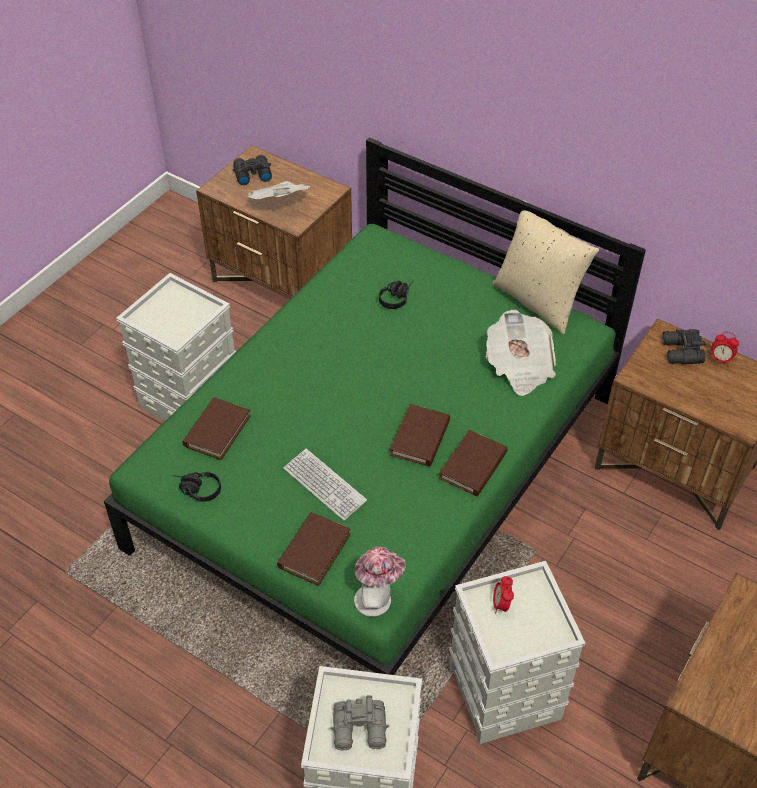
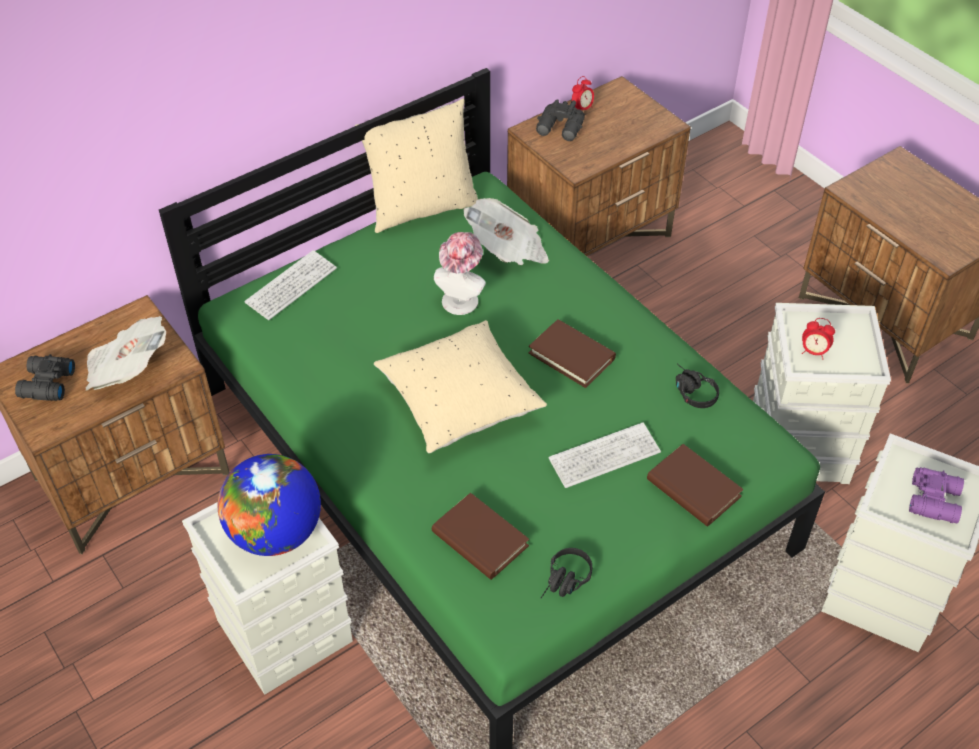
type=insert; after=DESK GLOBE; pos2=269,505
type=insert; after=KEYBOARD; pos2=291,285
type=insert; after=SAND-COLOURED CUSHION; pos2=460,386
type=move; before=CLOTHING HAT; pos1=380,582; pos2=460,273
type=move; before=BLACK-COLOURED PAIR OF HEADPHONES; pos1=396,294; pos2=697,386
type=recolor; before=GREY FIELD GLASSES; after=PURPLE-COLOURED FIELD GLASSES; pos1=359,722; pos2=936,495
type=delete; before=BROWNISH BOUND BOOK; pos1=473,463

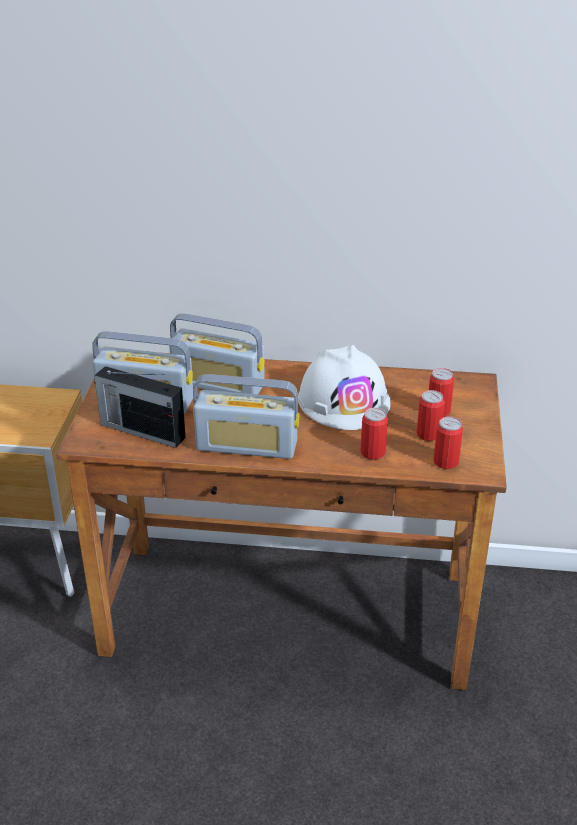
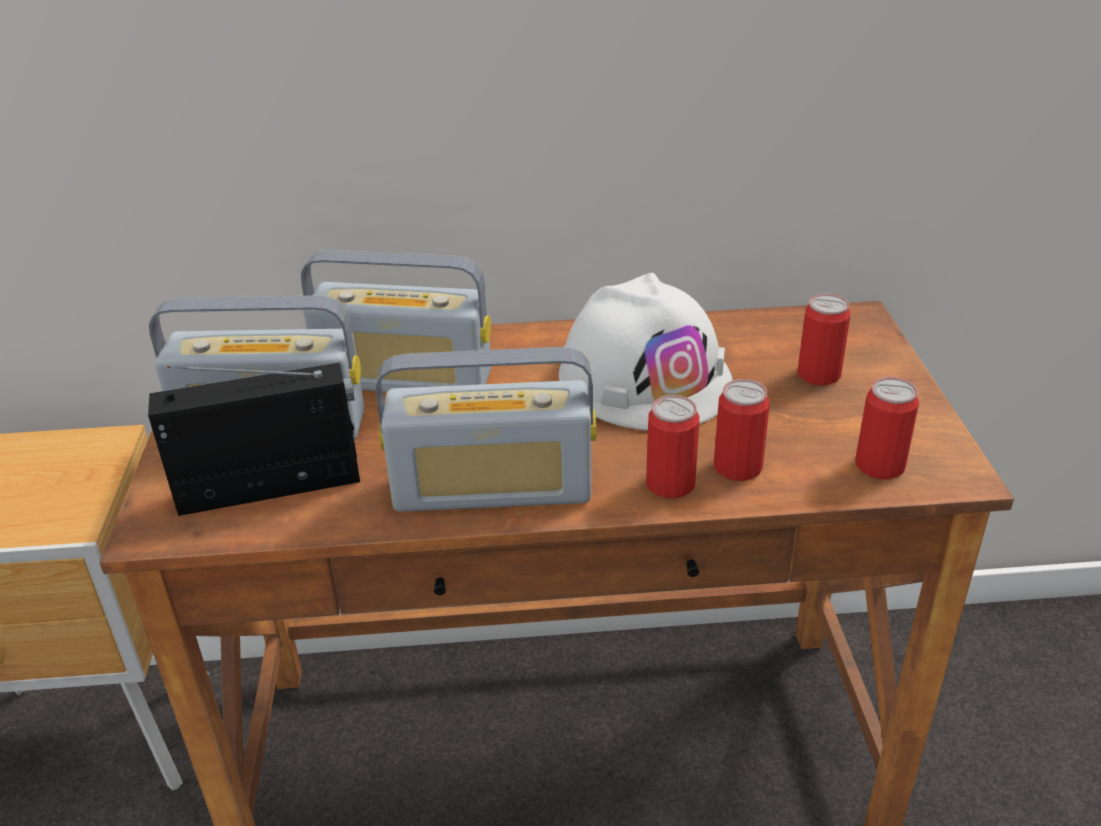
type=rotate; before=RADIO; pos1=140,407; pos2=254,439; turn=150
type=move; before=METAL CAN; pos1=430,415; pos2=673,447

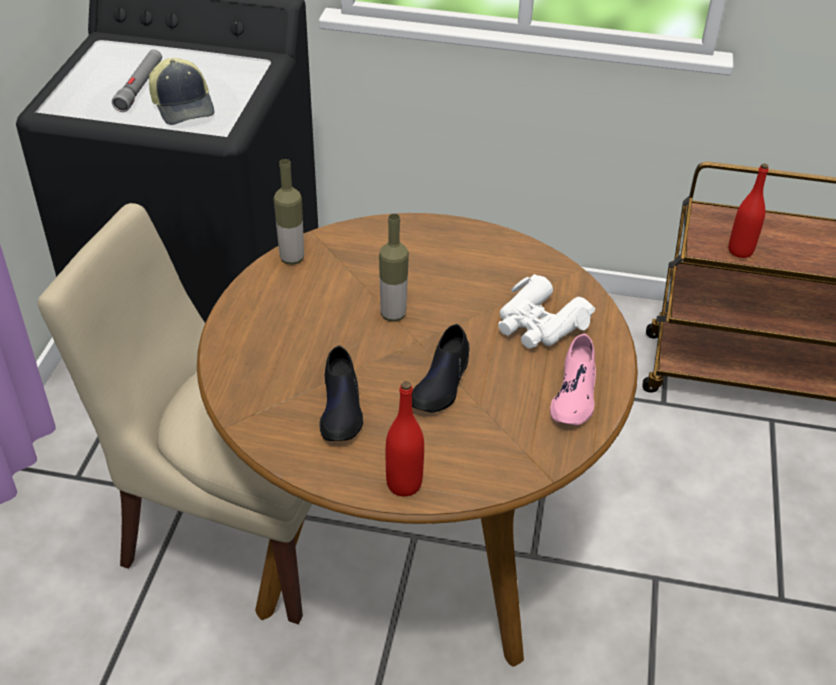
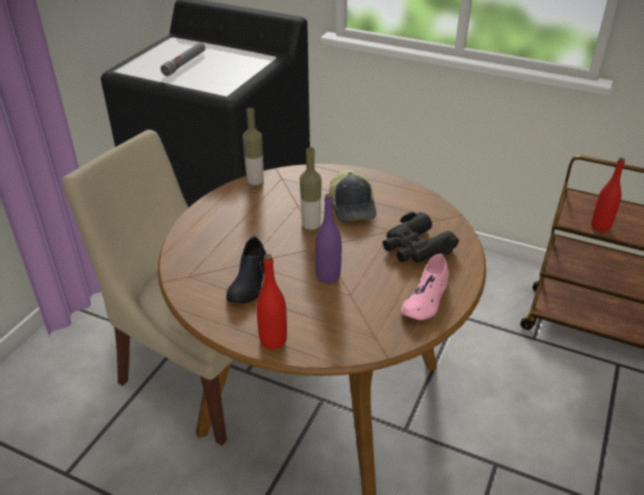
type=replace; before=BLACK-COLOURED ITEM OF FOOTWEAR; after=PURPLE-COLOURED DRINK BOTTLE; pos1=440,368; pos2=328,238
type=move; before=CAP; pos1=181,91; pos2=352,196
type=recolor; before=WHITE FIELD GLASSES; after=BLACK-COLOURED FIELD GLASSES; pos1=546,311; pos2=420,237

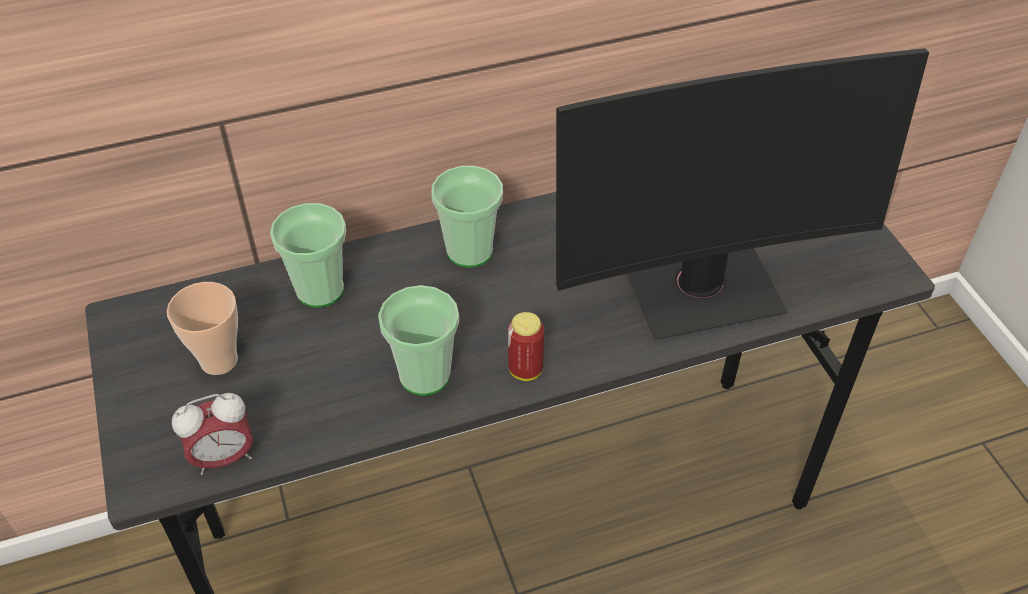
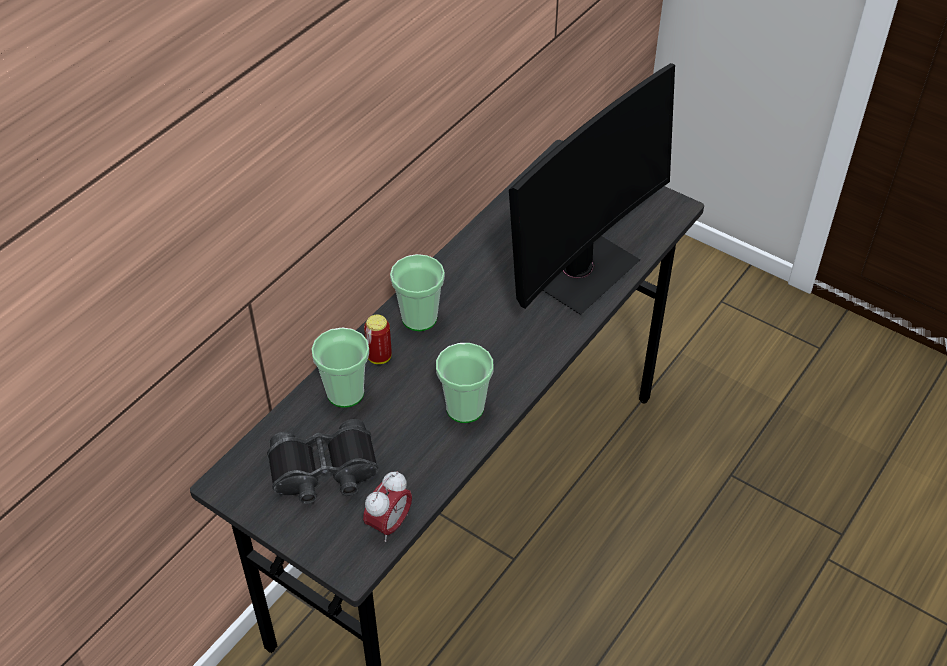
type=replace; before=CUP; after=BLACK-COLOURED FIELD GLASSES; pos1=202,328; pos2=323,461
type=move; before=METAL CAN; pos1=526,346; pos2=378,339

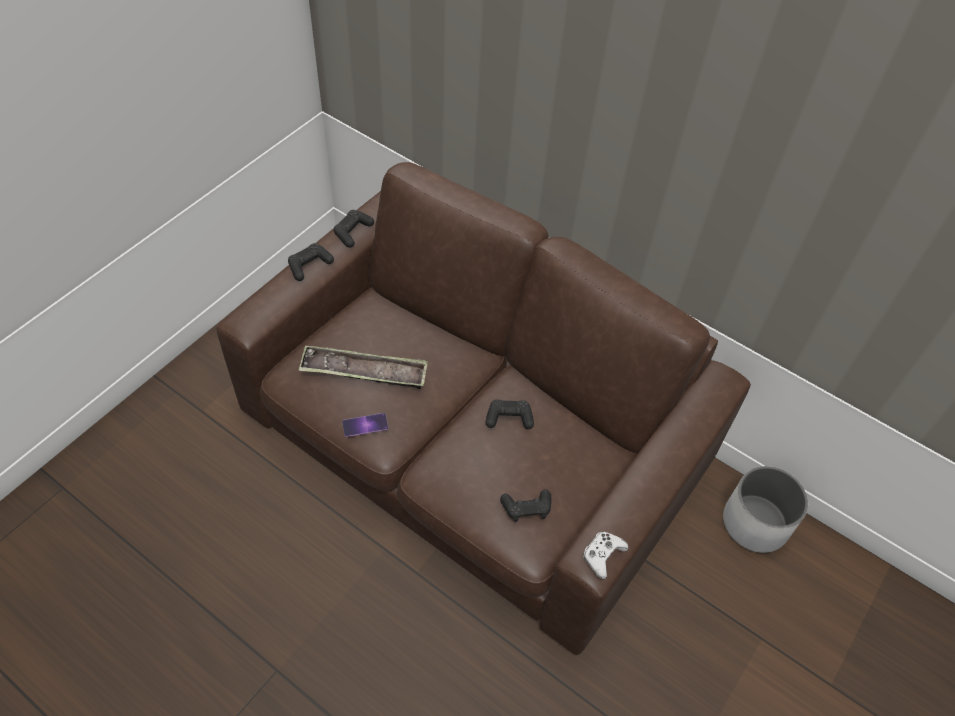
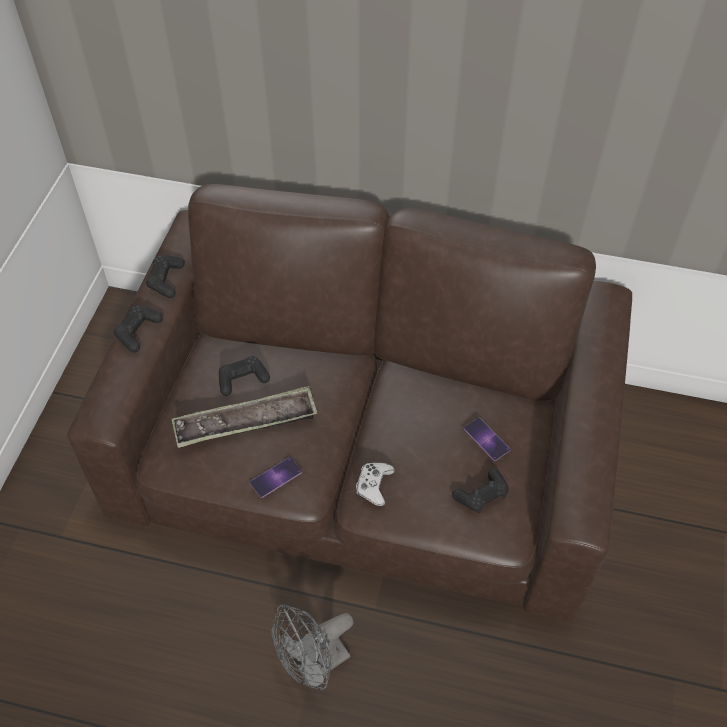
type=move; before=BLACK-COLOURED GAMEPAD; pos1=510,414; pos2=244,376
type=insert; after=GREY COOLING FAN; pos2=313,647
type=move; before=WHITE GAMEPAD; pos1=605,555; pos2=375,484
type=insert; after=PHONE; pos2=487,439
type=delete; before=WHITE PLANT POT; pos1=765,509

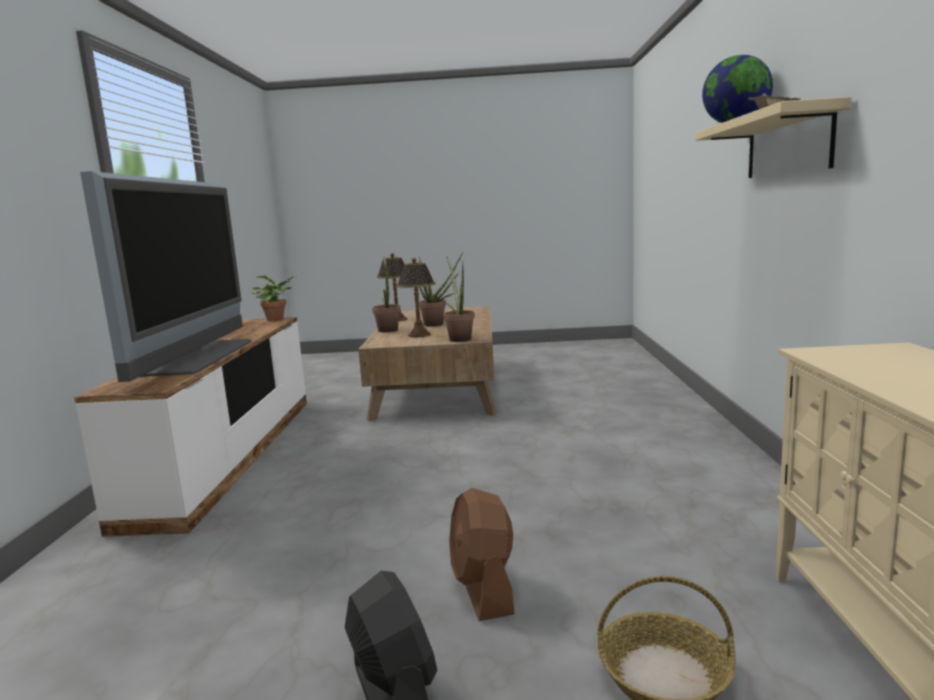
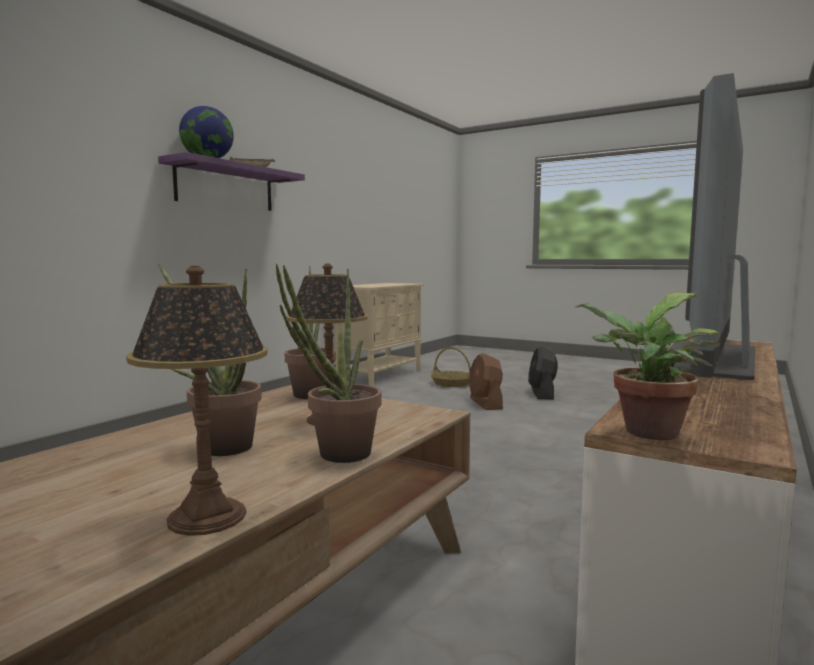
type=recolor; before=SAND-COLOURED BRACKET SHELF; after=PURPLE-COLOURED BRACKET SHELF; pos1=773,137; pos2=231,181
type=rotate; before=BROWNISH COOLING FAN; pos1=482,554; pos2=486,381; turn=150

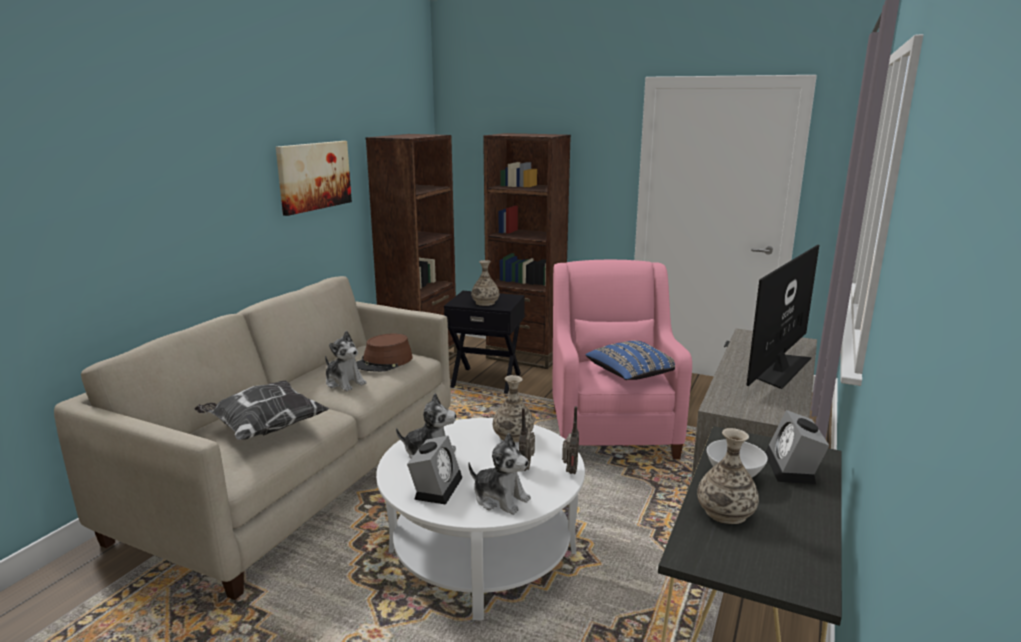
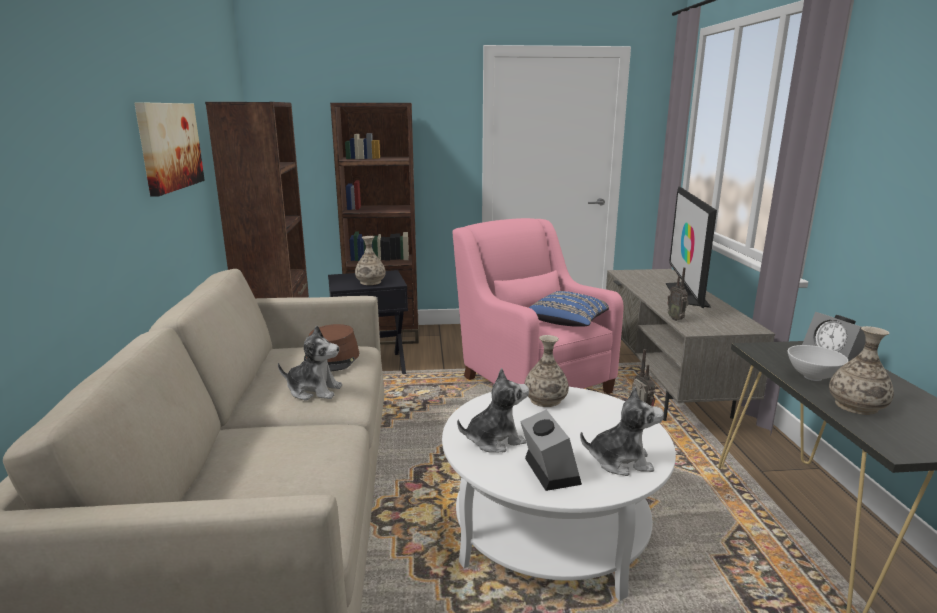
type=move; before=RADIO; pos1=527,439; pos2=678,294
type=delete; before=CUSHION; pos1=262,410

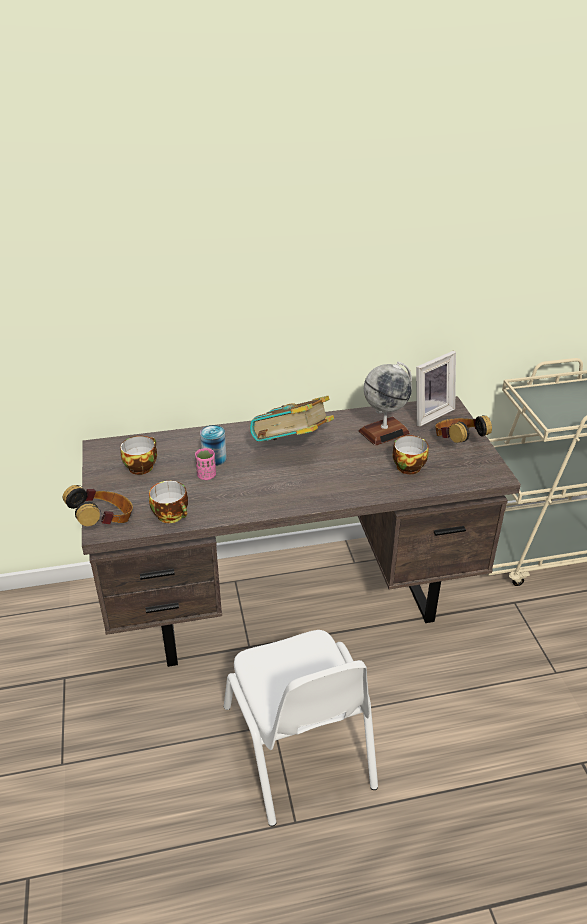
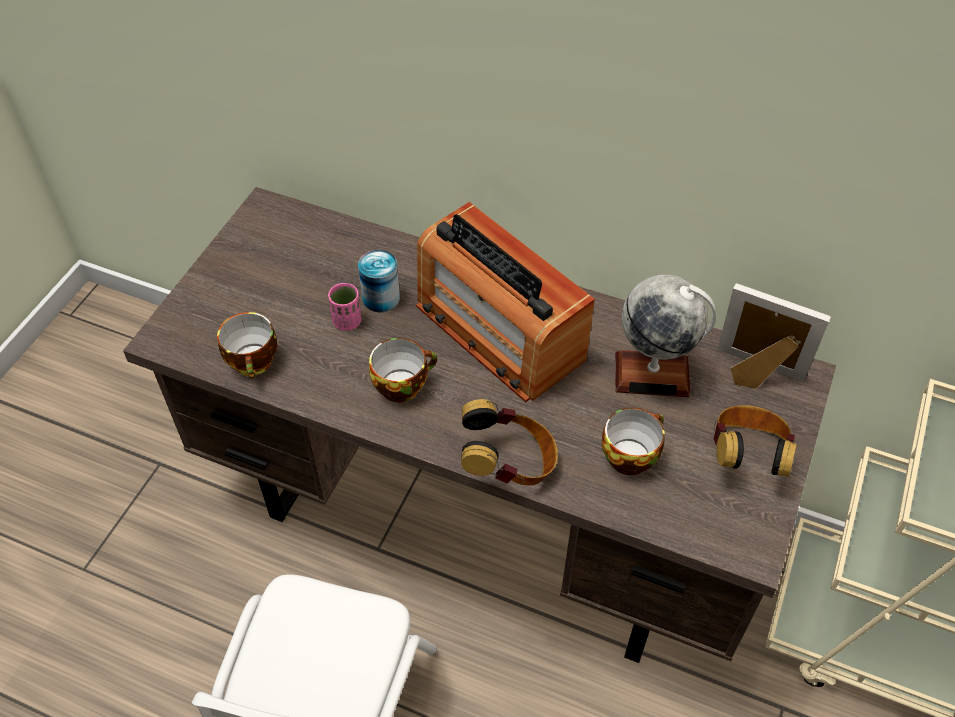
type=move; before=CUP; pos1=138,455; pos2=403,370
type=replace; before=BOUND BOOK; after=RADIO; pos1=292,419; pos2=505,302
type=move; before=PAIR OF HEADPHONES; pos1=98,506; pos2=509,442
type=rotate; before=PHOTO FRAME; pos1=436,389; pos2=774,336; turn=-150

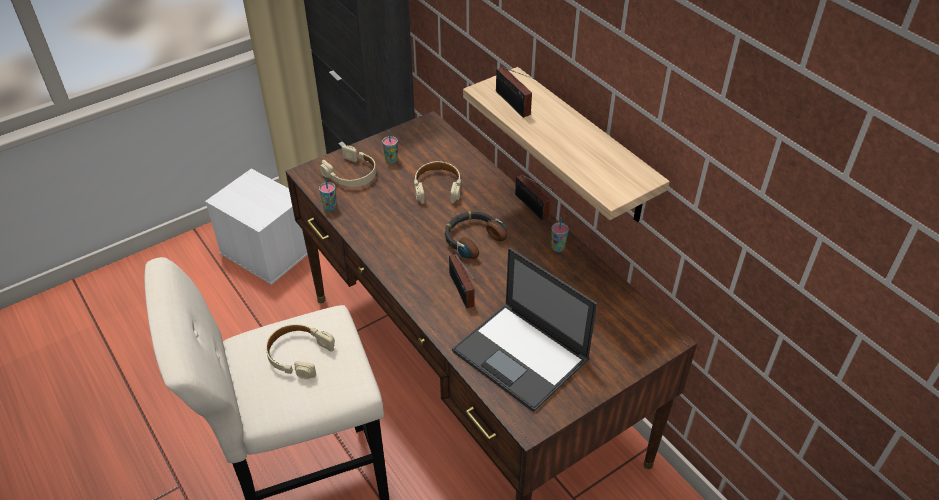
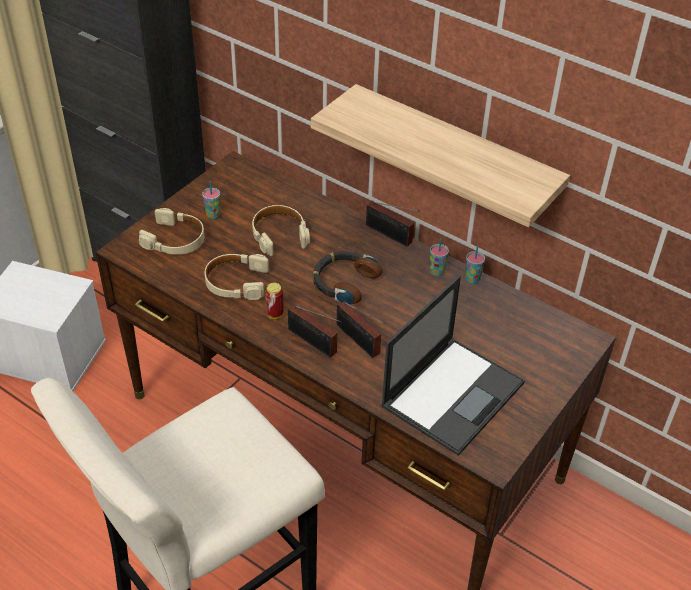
type=move; before=SAND-COLOURED PAIR OF HEADPHONES; pos1=300,351; pos2=237,277
type=insert; after=METAL CAN; pos2=274,301
type=move; before=RADIO; pos1=515,92; pos2=315,331
type=rotate; before=PORTABLE COMPUTER; pos1=524,330; pos2=453,366; turn=-75
type=move; before=CUP; pos1=328,194; pos2=475,265

